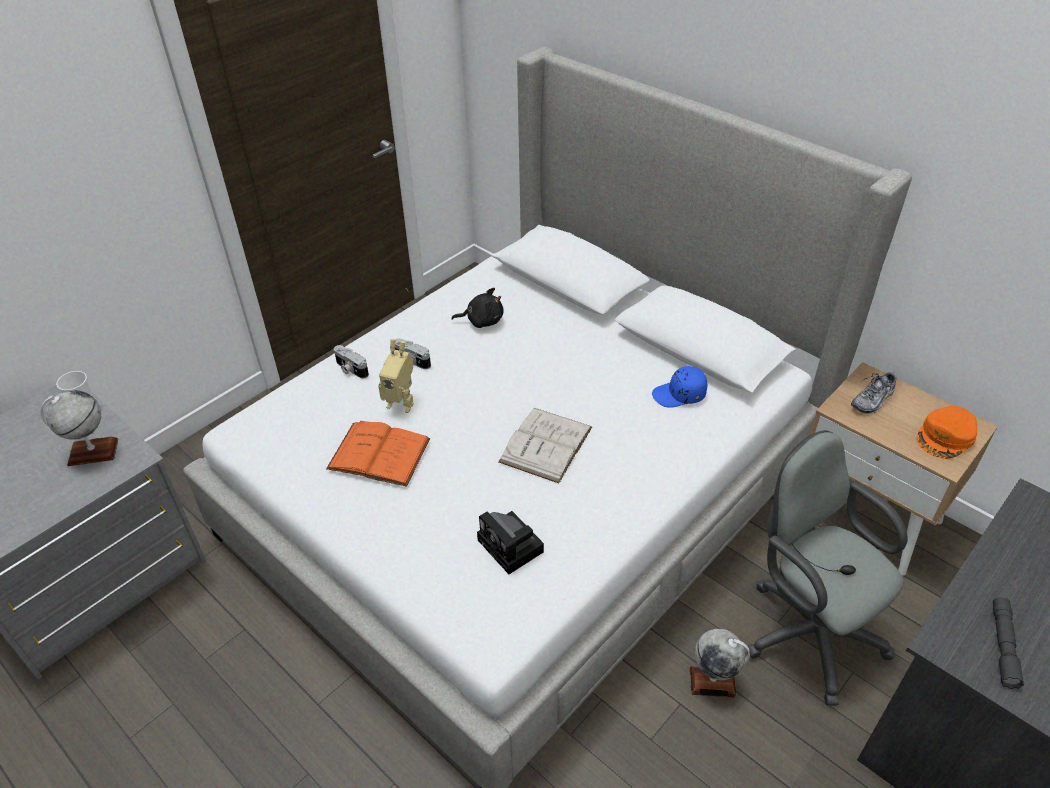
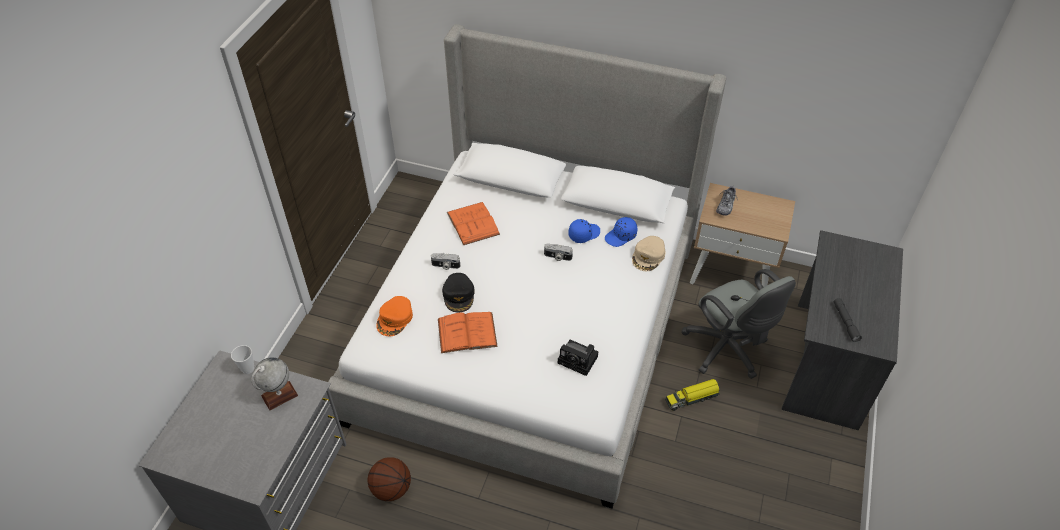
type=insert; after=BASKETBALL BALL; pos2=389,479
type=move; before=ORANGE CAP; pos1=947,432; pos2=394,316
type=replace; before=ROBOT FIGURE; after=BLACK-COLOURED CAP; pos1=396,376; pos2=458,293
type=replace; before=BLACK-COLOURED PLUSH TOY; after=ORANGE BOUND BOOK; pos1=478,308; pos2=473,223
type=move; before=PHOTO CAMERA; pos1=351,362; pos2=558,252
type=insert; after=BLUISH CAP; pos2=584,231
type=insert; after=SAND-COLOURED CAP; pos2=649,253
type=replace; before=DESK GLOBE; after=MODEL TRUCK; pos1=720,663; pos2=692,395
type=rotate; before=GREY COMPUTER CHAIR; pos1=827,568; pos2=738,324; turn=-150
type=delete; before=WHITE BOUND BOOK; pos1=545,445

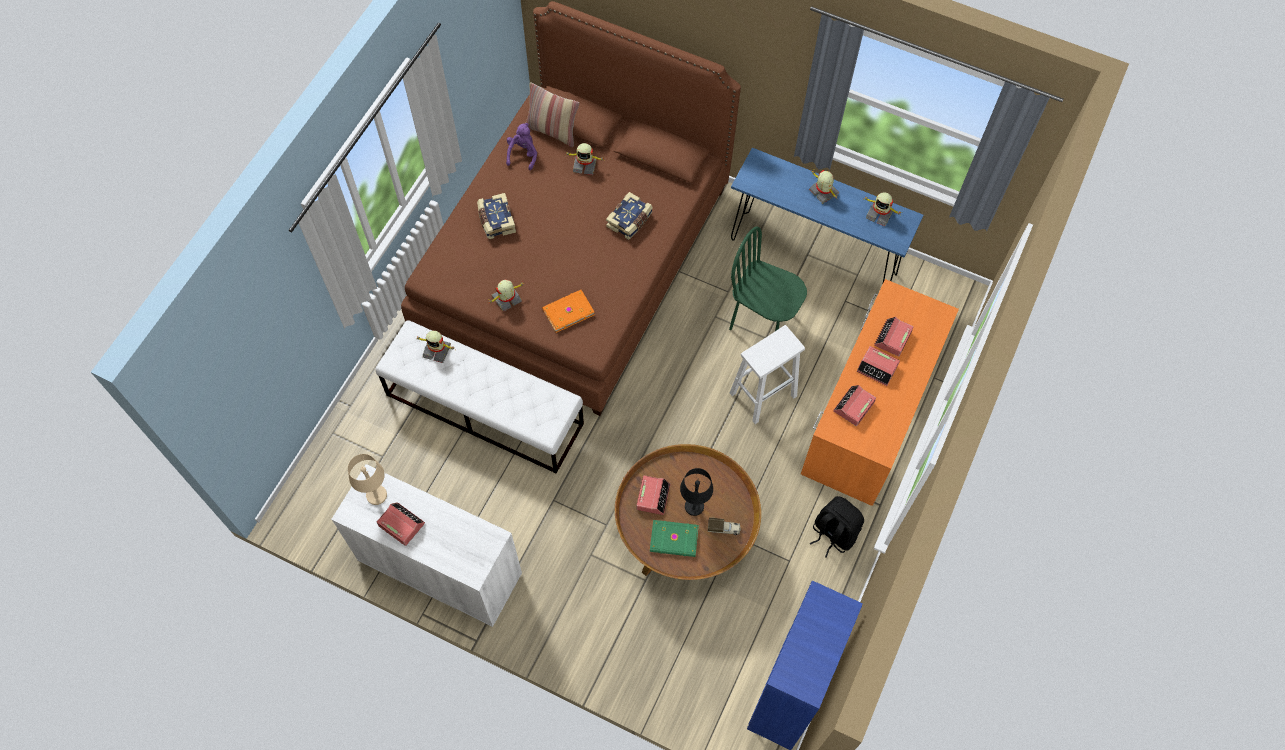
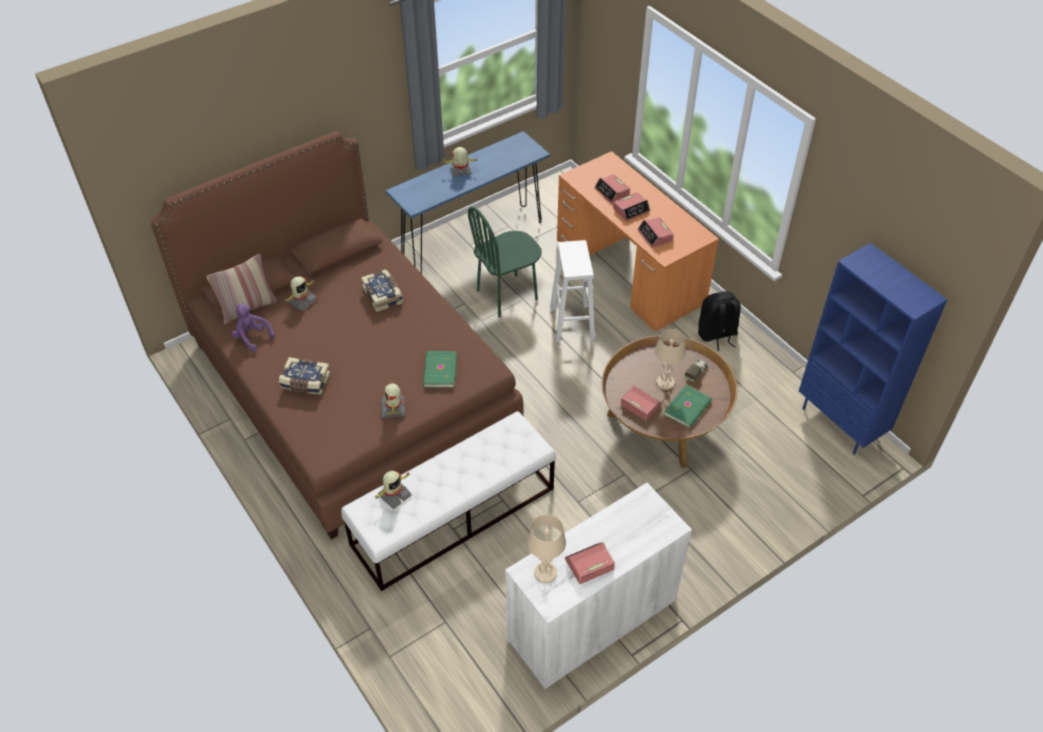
type=recolor; before=ORANGE BOUND BOOK; after=GREEN BOUND BOOK; pos1=568,311; pos2=440,369
type=recolor; before=BLACK-COLOURED TABLE LAMP; after=SAND-COLOURED TABLE LAMP; pos1=696,492; pos2=670,359
type=delete; before=ROBOT FIGURE; pos1=884,209

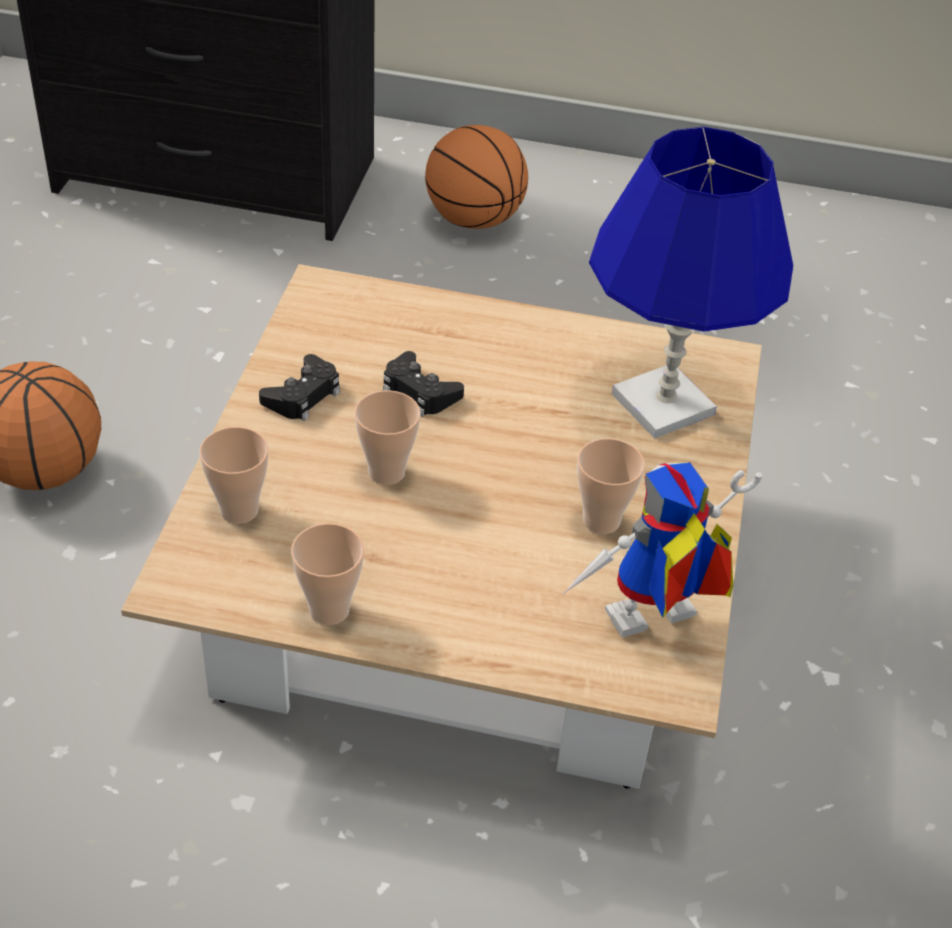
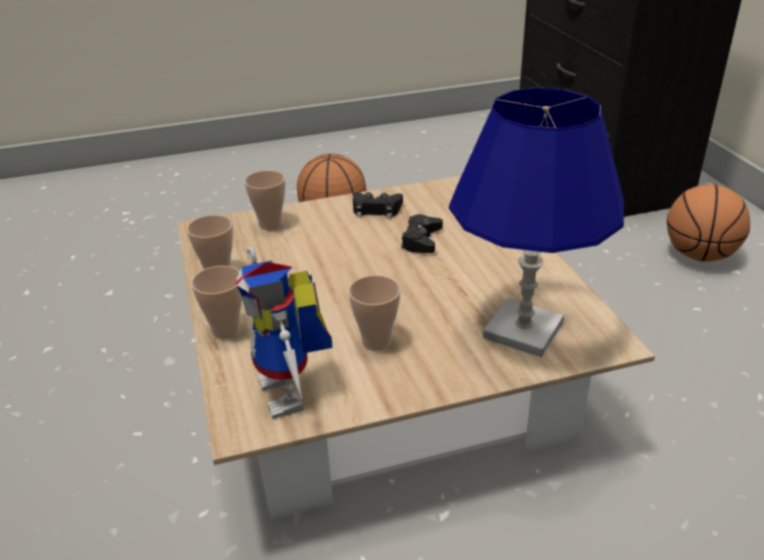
type=move; before=CUP; pos1=387,437; pos2=216,302
type=rotate; before=ROBOT FIGURE; pos1=662,550; pos2=284,333; turn=-150

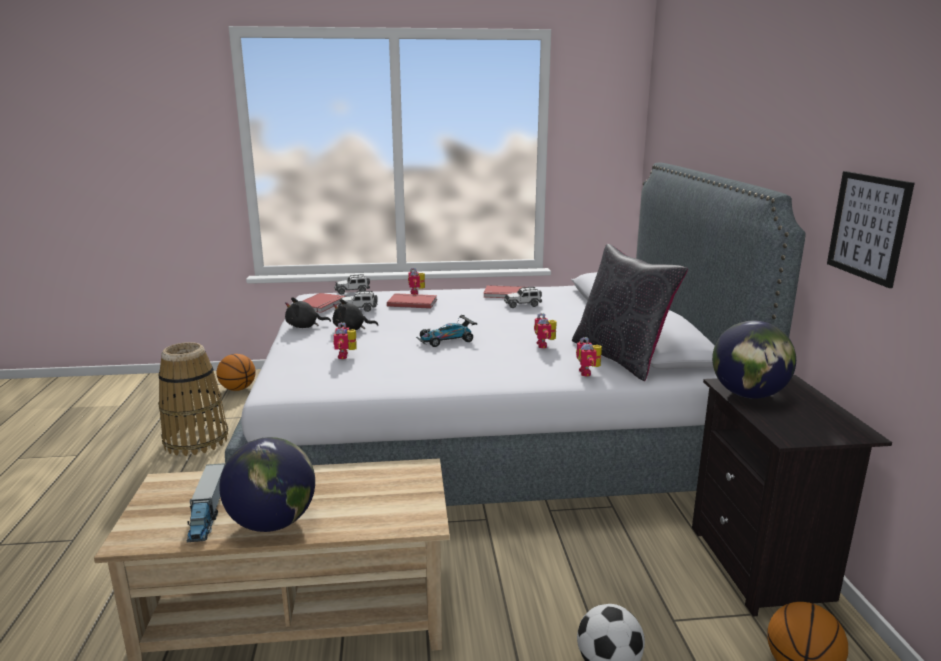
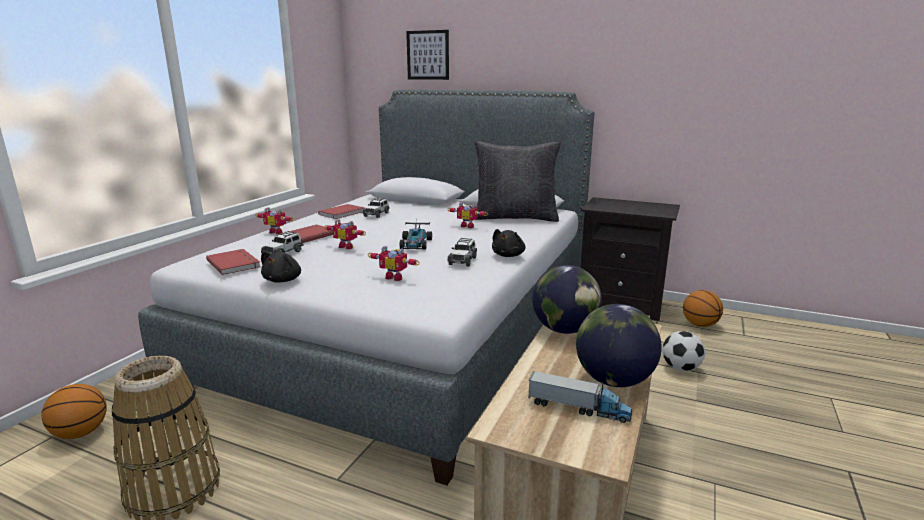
type=move; before=ROBOT FIGURE; pos1=589,357; pos2=345,234
type=move; before=WALL PICTURE; pos1=871,229; pos2=427,55
type=move; before=MINIATURE CAR; pos1=352,284; pos2=462,252
type=move; before=BLACK-COLOURED PLUSH TOY; pos1=355,314; pos2=509,243
type=move; before=DESK GLOBE; pos1=754,360; pos2=567,299

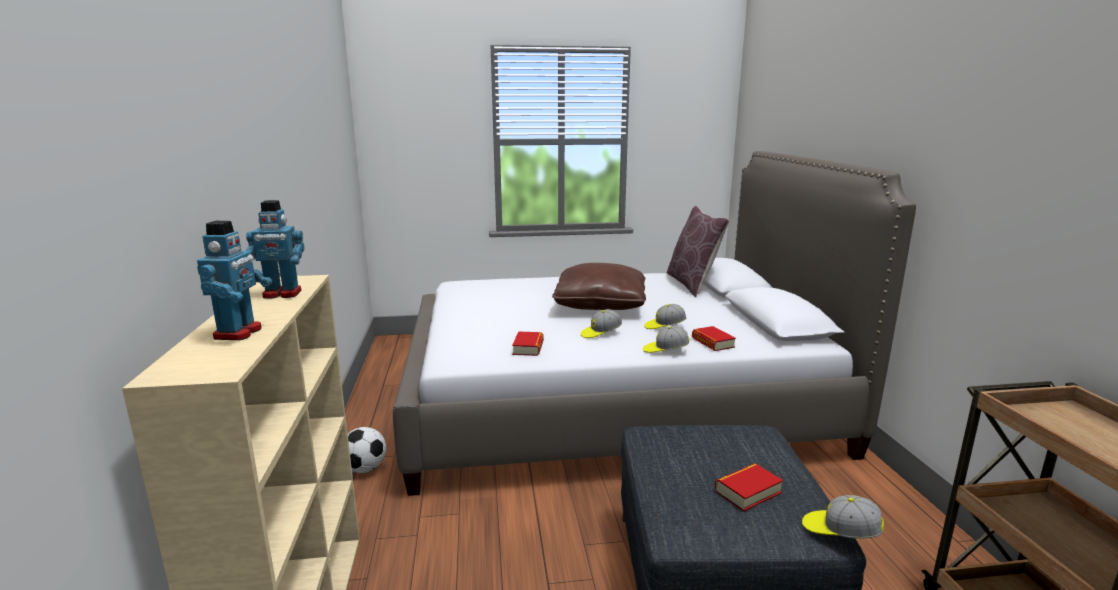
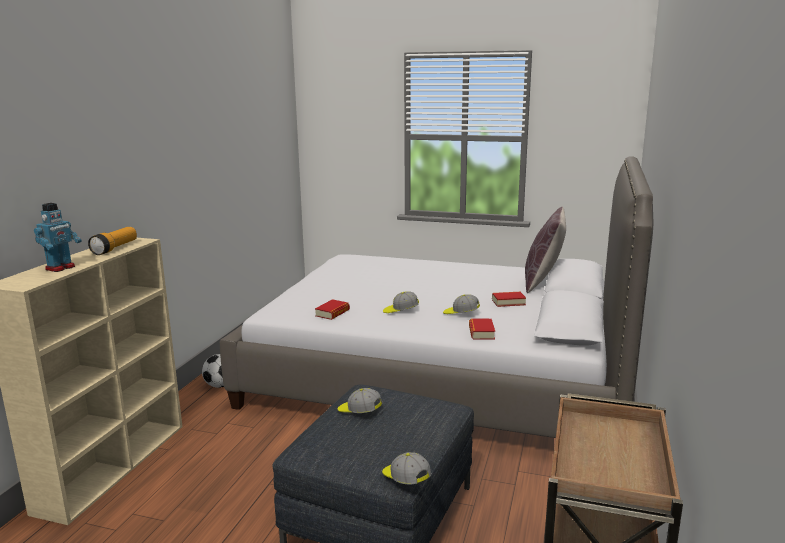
type=replace; before=ROBOT FIGURE; after=HAND TORCH; pos1=274,249; pos2=112,241
type=move; before=CAP; pos1=666,339; pos2=360,400
type=move; before=BOUND BOOK; pos1=749,487; pos2=509,299
type=delete; before=BROWNISH CUSHION; pos1=599,286

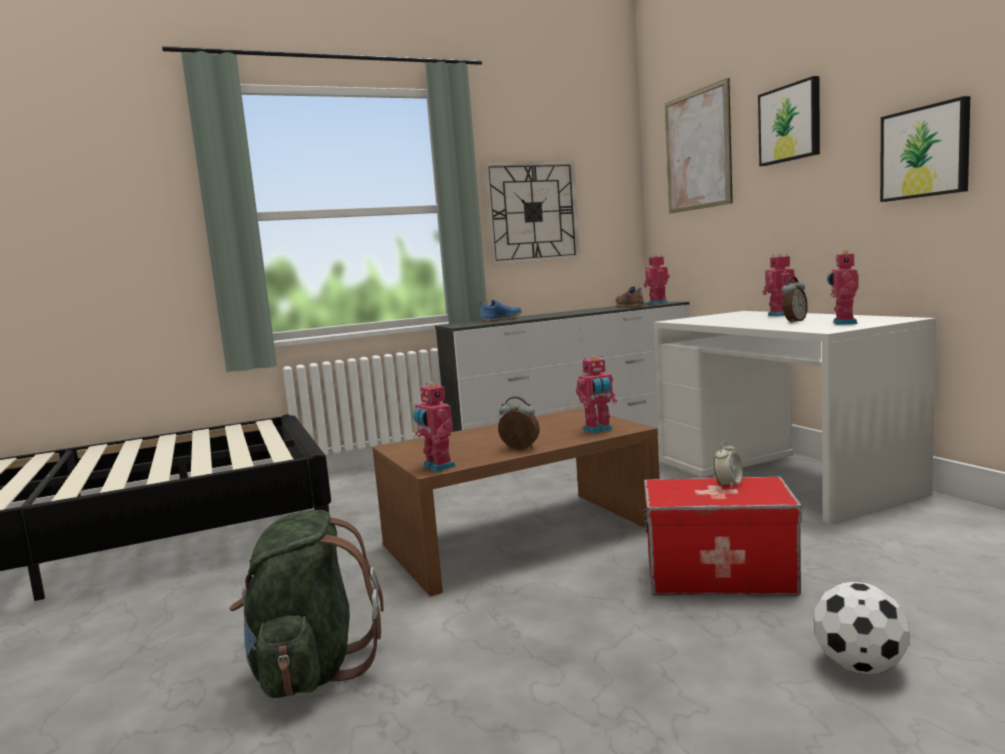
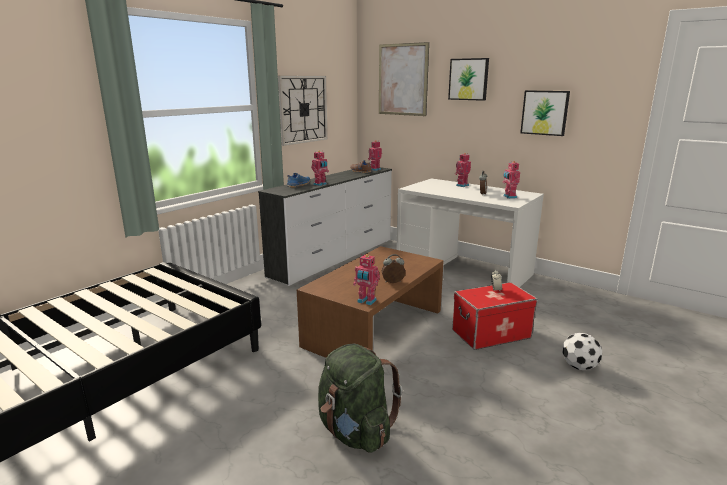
type=move; before=ROBOT FIGURE; pos1=596,394; pos2=320,168

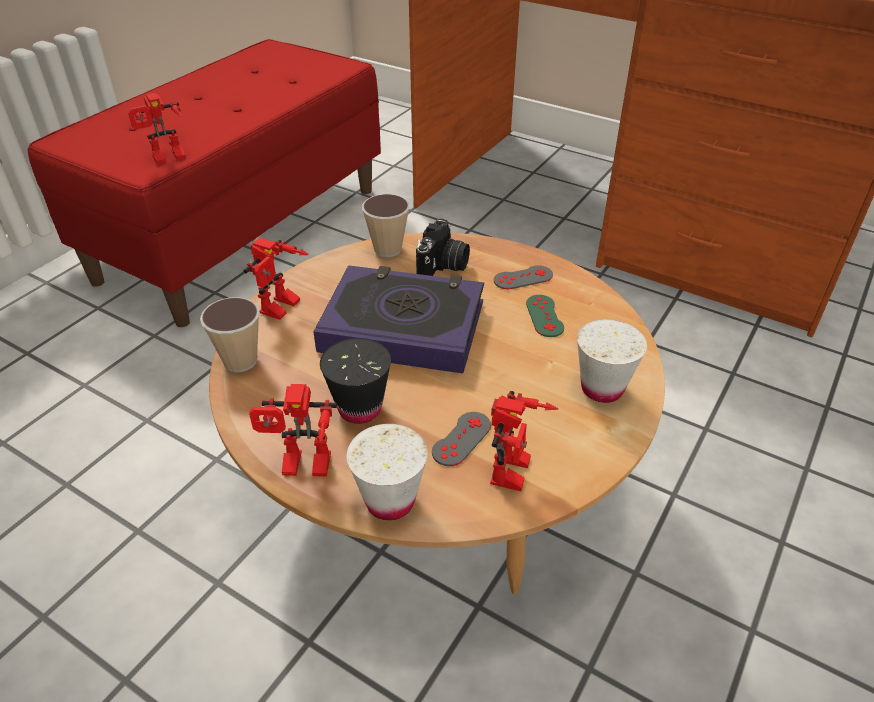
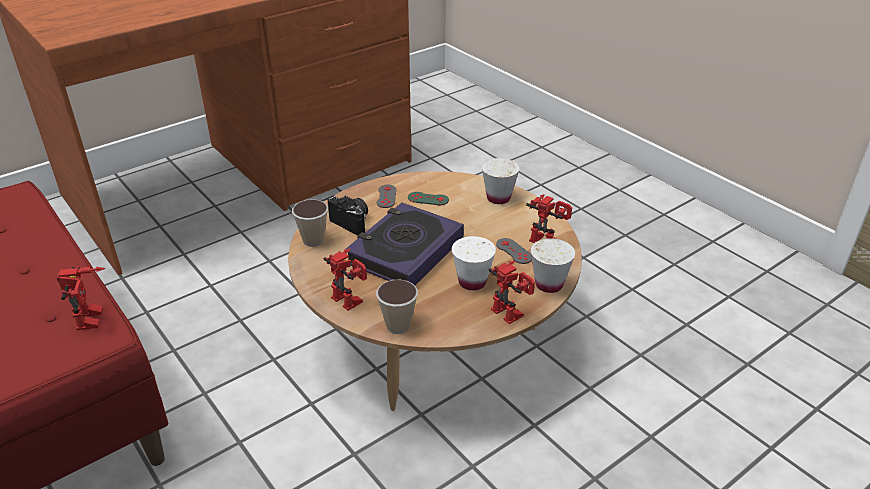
type=recolor; before=BLACK-COLOURED CUP; after=WHITE CUP; pos1=355,381; pos2=474,263
type=rotate; before=ROBOT FIGURE; pos1=293,430; pos2=511,292; turn=-60

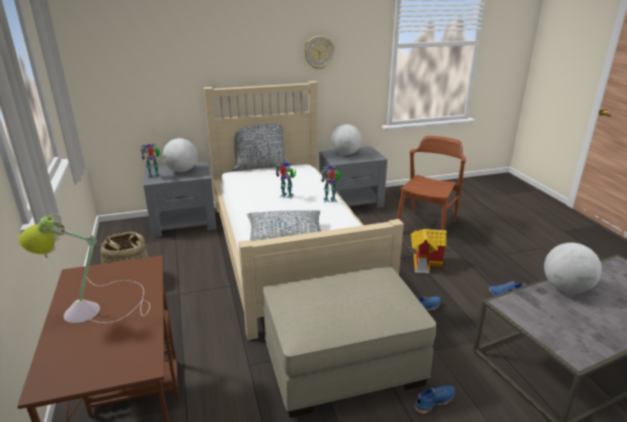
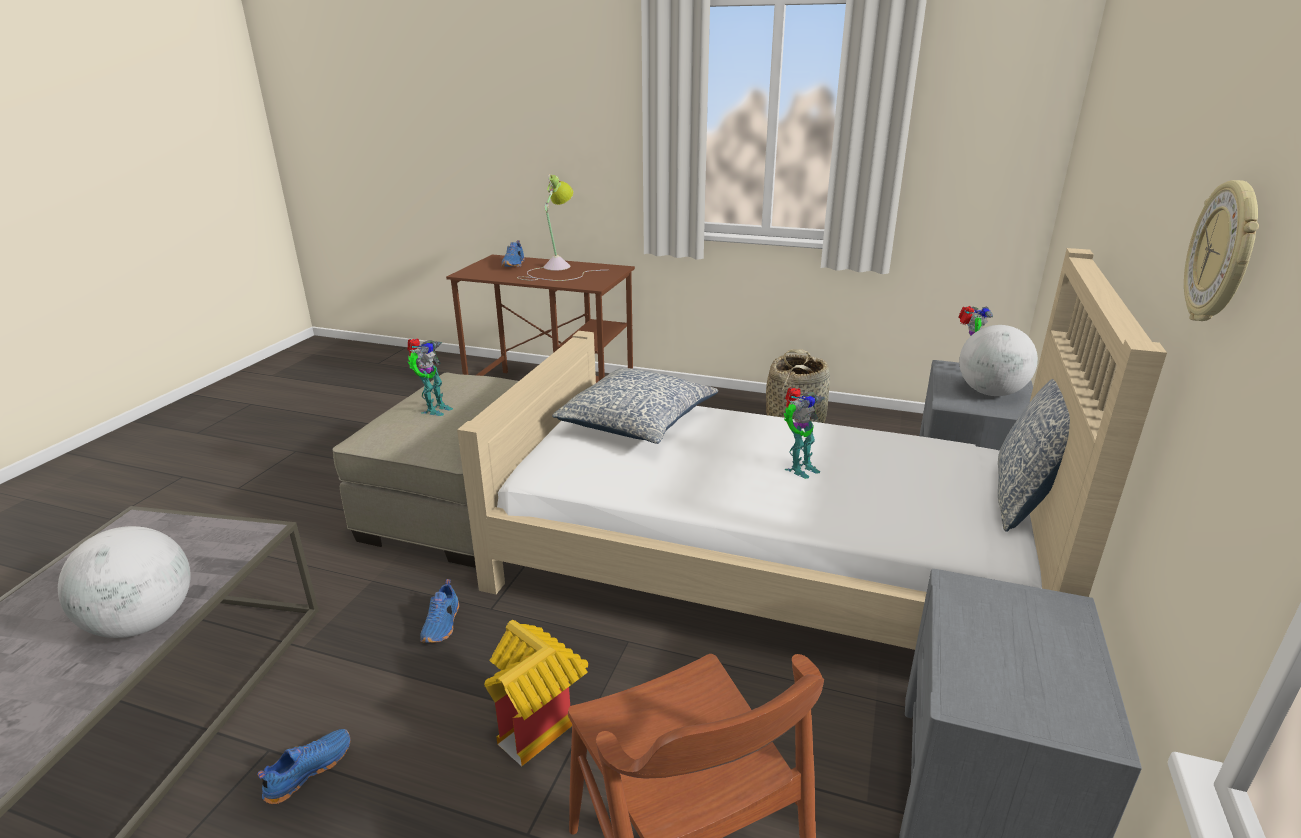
type=move; before=ROBOT FIGURE; pos1=331,184; pos2=430,377
type=move; before=BLUISH ITEM OF FOOTWEAR; pos1=434,399; pos2=513,253
type=delete; before=DESK GLOBE; pos1=346,139

